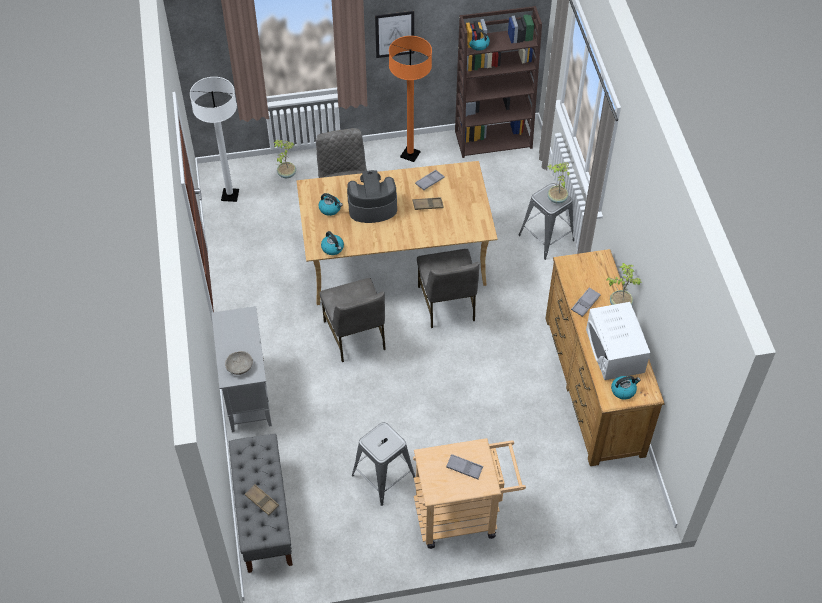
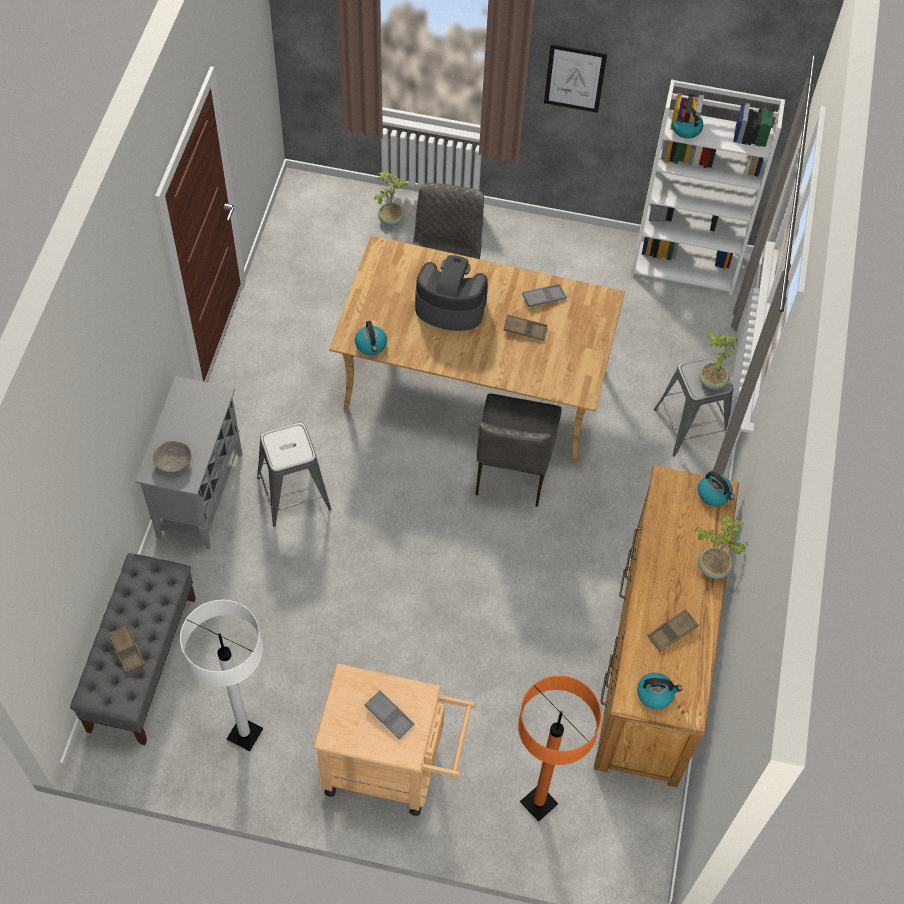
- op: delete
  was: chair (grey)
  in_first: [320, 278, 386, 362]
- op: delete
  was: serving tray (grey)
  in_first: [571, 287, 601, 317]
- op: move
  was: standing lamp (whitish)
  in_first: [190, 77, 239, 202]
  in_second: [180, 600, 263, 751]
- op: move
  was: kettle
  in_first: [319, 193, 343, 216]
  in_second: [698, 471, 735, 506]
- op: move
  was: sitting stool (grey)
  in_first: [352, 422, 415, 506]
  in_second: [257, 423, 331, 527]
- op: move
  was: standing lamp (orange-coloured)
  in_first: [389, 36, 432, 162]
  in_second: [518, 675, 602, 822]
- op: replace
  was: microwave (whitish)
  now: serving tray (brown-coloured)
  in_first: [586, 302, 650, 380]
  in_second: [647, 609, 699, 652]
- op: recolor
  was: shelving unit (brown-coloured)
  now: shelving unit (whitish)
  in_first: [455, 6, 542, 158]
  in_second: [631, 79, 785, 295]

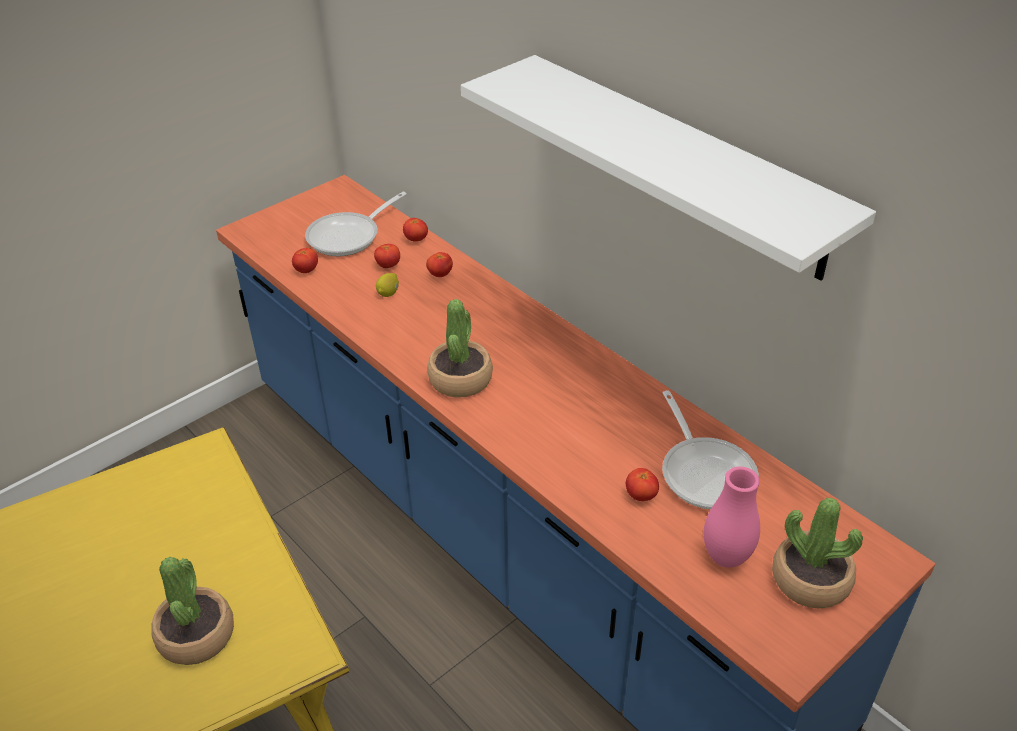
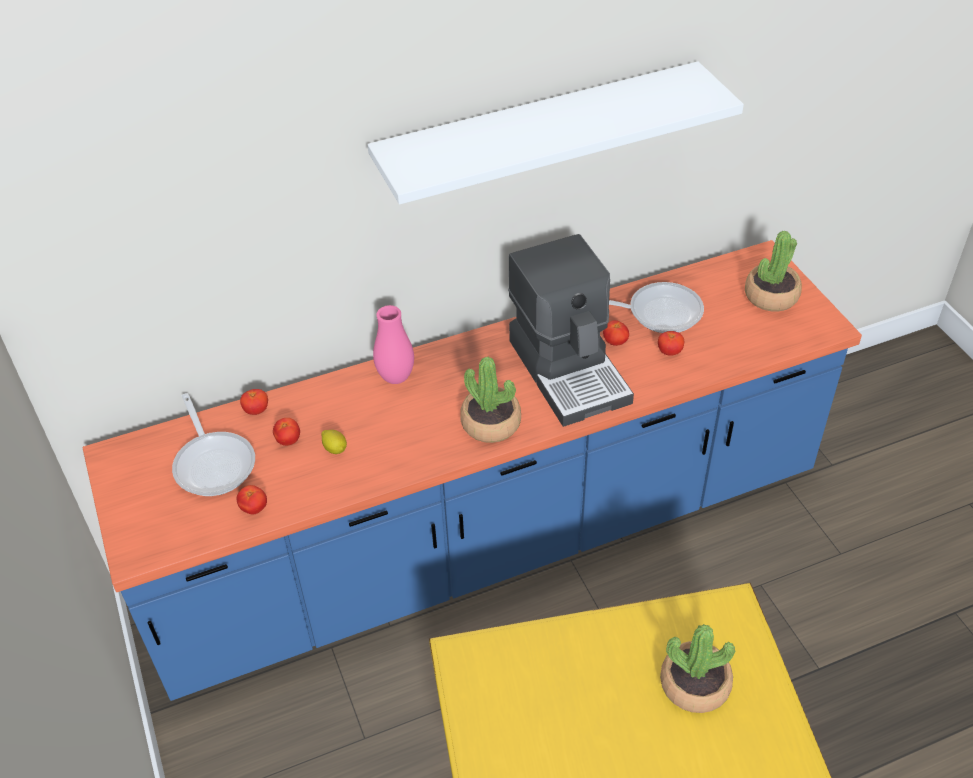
- op: insert
  now: coffee machine
  in_second: [508, 234, 634, 427]
- op: move
  was: whole tomato
  in_first: [426, 252, 453, 277]
  in_second: [603, 320, 629, 346]
- op: move
  was: flower vase (pinkish)
  in_first: [704, 466, 760, 568]
  in_second: [373, 305, 414, 384]

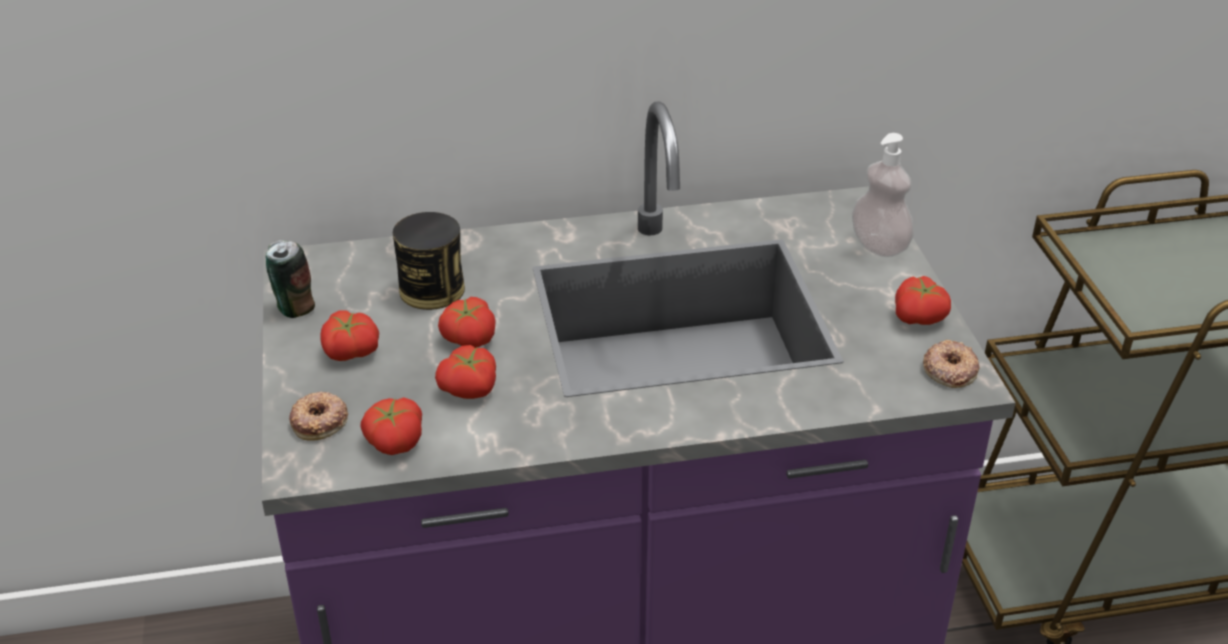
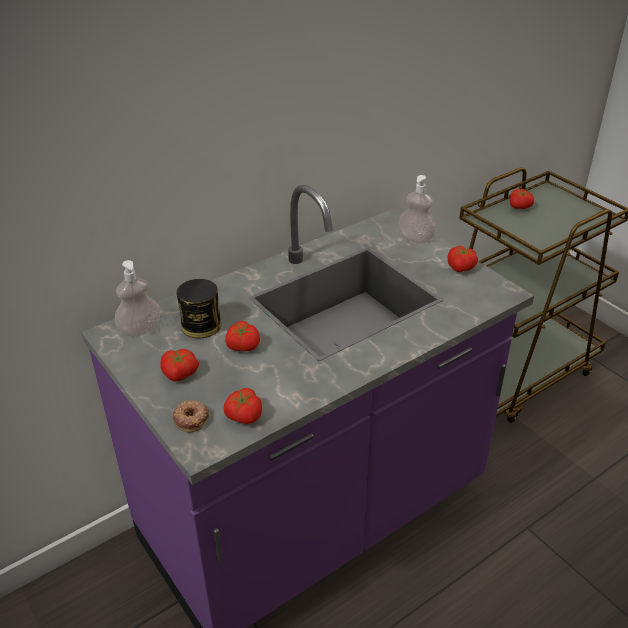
- op: delete
  was: can
  in_first: [266, 240, 315, 318]
- op: delete
  was: donut
  in_first: [923, 340, 980, 388]
- op: insert
  now: soap bottle
  in_second: [115, 260, 161, 336]
- op: move
  was: whole tomato
  in_first: [435, 345, 496, 399]
  in_second: [510, 189, 534, 209]

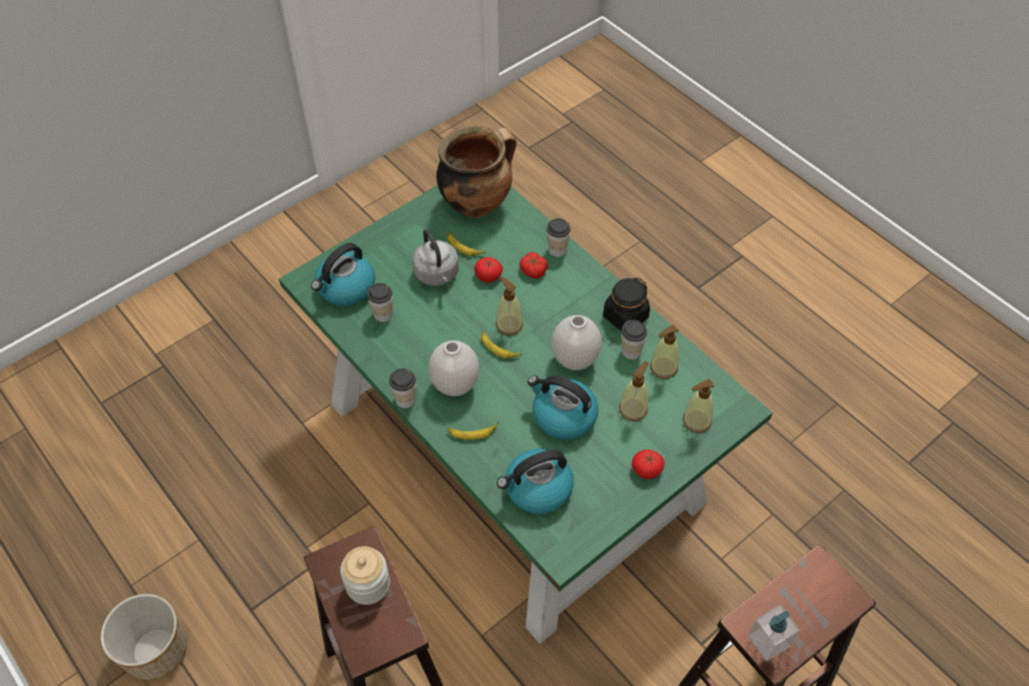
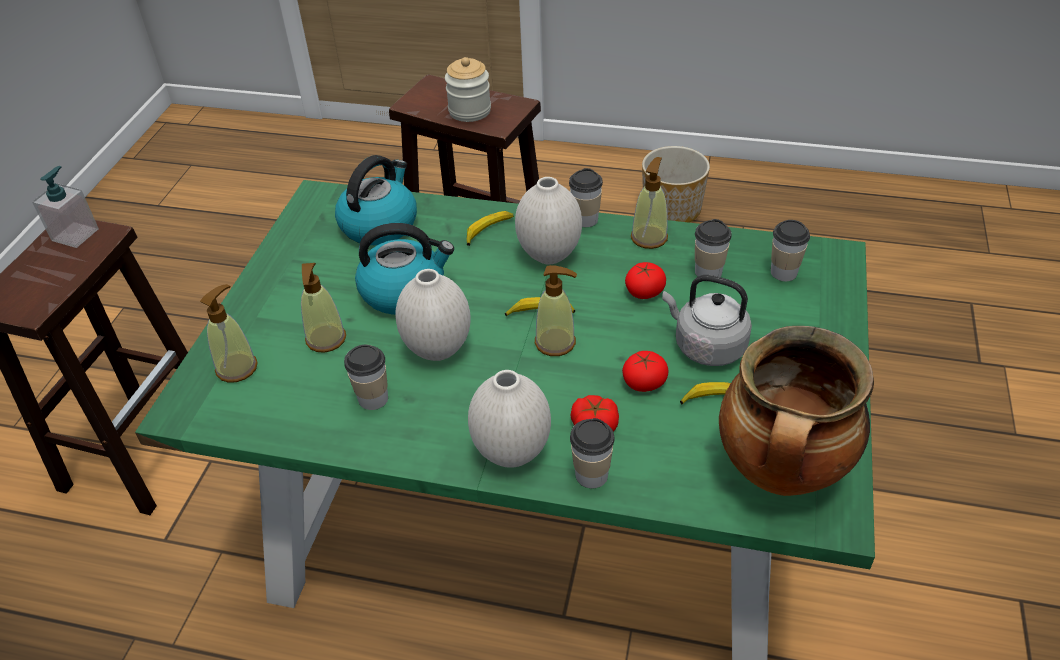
- op: delete
  was: preserve jar (blackish)
  in_first: [603, 278, 650, 330]
- op: insert
  now: flower vase (whitish)
  in_second: [468, 370, 551, 468]
- op: move
  was: whole tomato
  in_first: [632, 450, 664, 479]
  in_second: [625, 262, 666, 299]
- op: move
  was: soap bottle
  in_first: [650, 324, 679, 379]
  in_second: [631, 157, 668, 249]
- op: replace
  was: kettle
  now: small cup
  in_first: [311, 243, 375, 306]
  in_second: [771, 220, 810, 281]

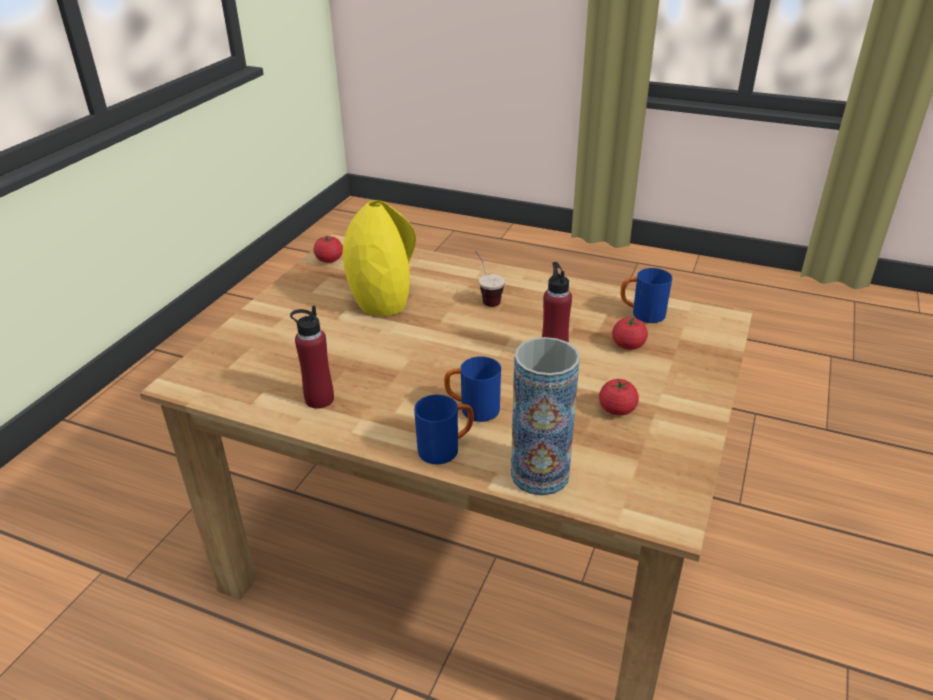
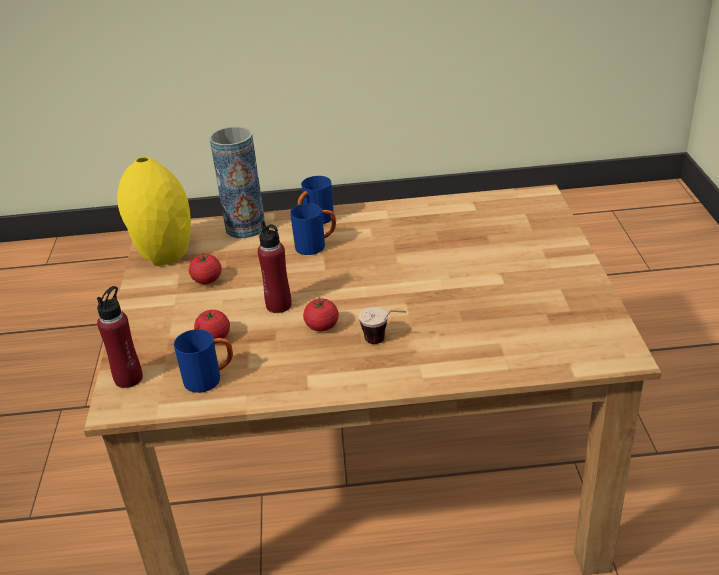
- op: move
  was: bottle (red)
  in_first: [290, 306, 334, 409]
  in_second: [97, 286, 143, 388]
- op: move
  was: whole tomato
  in_first: [313, 236, 343, 263]
  in_second: [303, 297, 339, 331]
- op: move
  was: flower vase (yellowish)
  in_first: [343, 200, 416, 316]
  in_second: [117, 157, 191, 266]

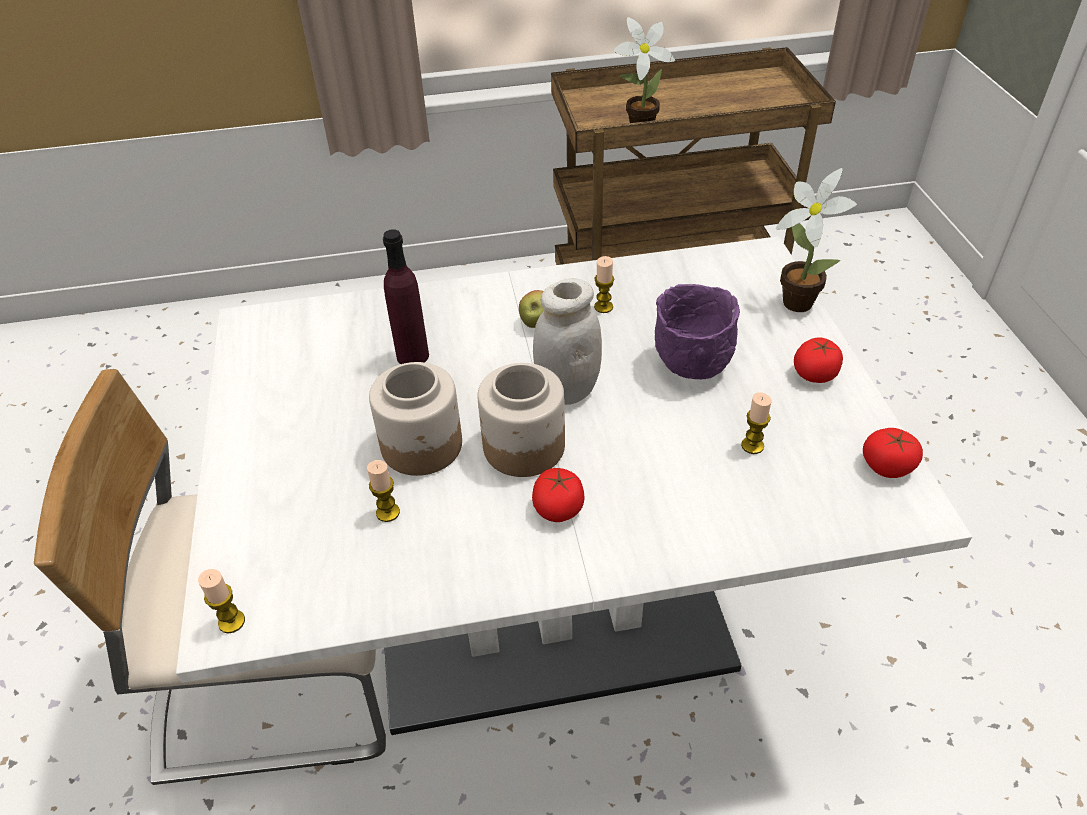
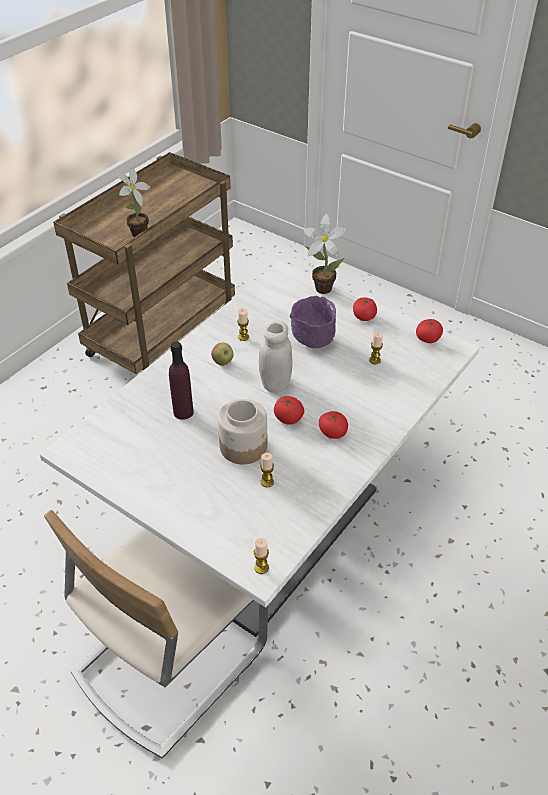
- op: replace
  was: preserve jar
  now: whole tomato
  in_first: [478, 363, 565, 477]
  in_second: [274, 396, 304, 425]

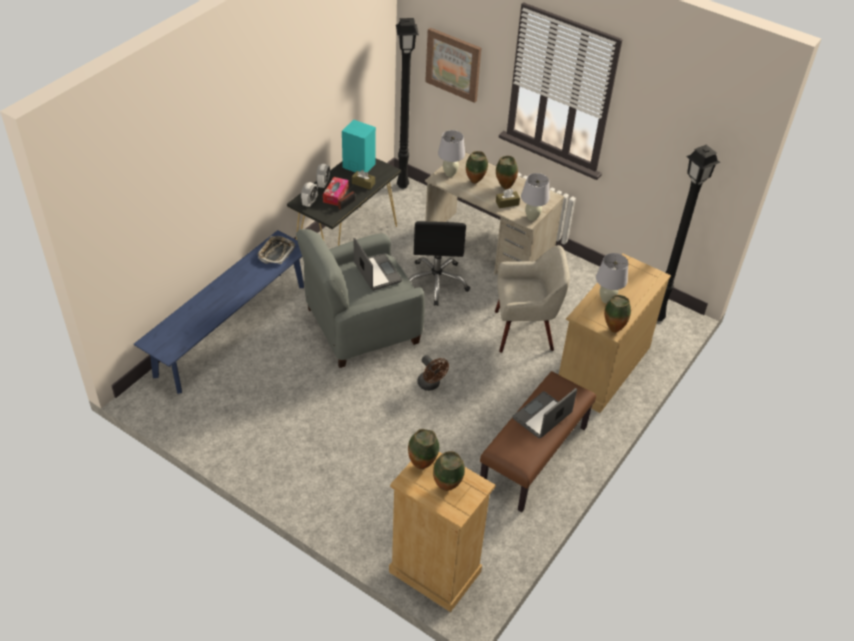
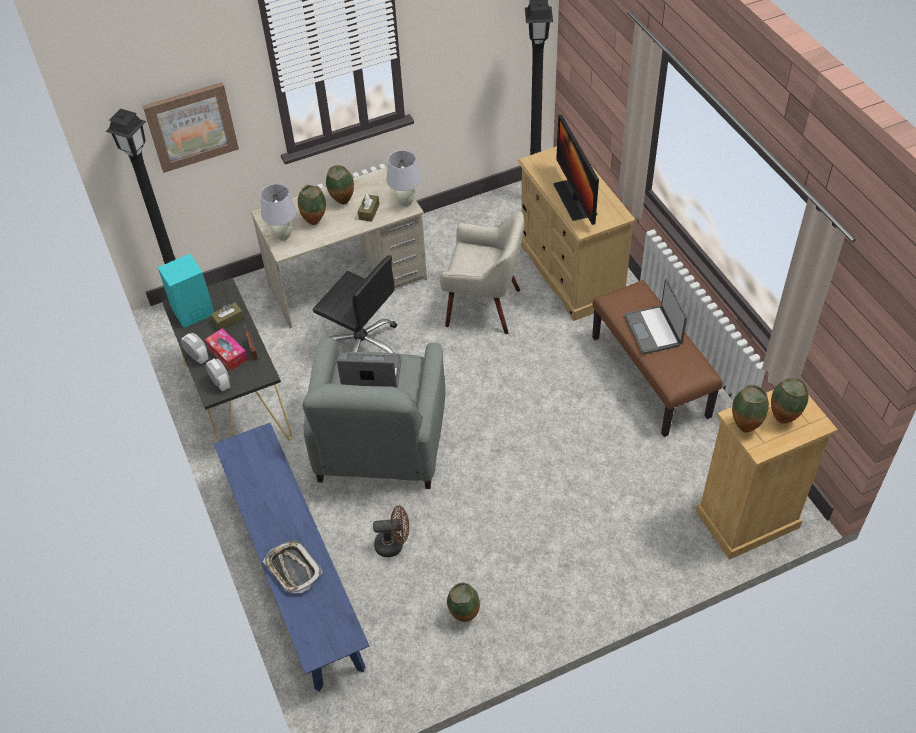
- op: move
  was: serving tray
  in_first: [258, 236, 295, 264]
  in_second: [263, 540, 323, 594]
- op: move
  was: cooling fan (brown-coloured)
  in_first: [417, 355, 449, 391]
  in_second: [373, 505, 409, 557]
- op: move
  was: flower vase
  in_first: [604, 295, 631, 333]
  in_second: [447, 582, 480, 622]
- op: replace
  was: lamp for a table (whitish)
  now: computer display
  in_first: [596, 253, 628, 304]
  in_second: [553, 114, 599, 225]
- op: rotate
  was: easy chair (sand-coloured)
  in_first: [495, 245, 570, 353]
  in_second: [440, 212, 524, 334]
  clockwise: 75

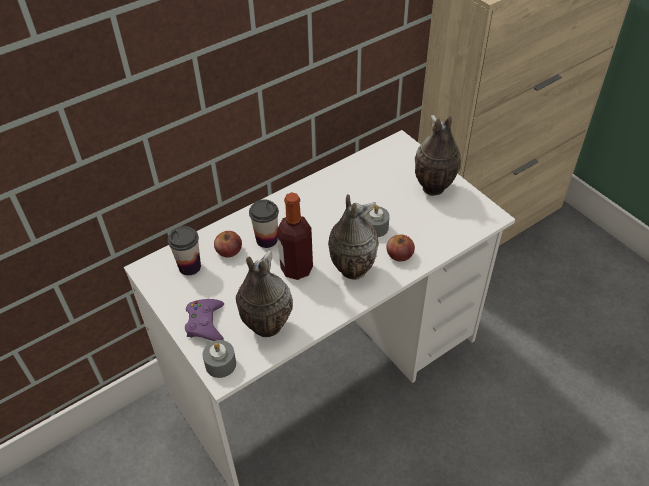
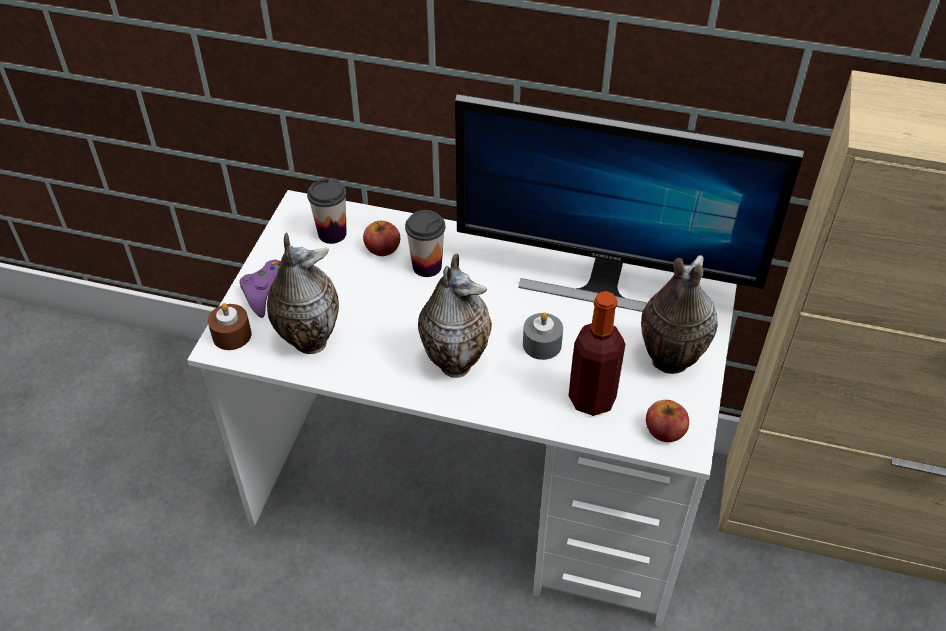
- op: insert
  now: computer display
  in_second: [455, 94, 804, 312]
- op: move
  was: bottle
  in_first: [277, 192, 313, 280]
  in_second: [569, 291, 625, 416]
- op: move
  was: whole apple
  in_first: [386, 234, 415, 262]
  in_second: [646, 400, 689, 442]
- op: recolor
  was: wax candle (grey)
  now: wax candle (brown-coloured)
  in_first: [203, 340, 236, 378]
  in_second: [208, 303, 252, 350]

